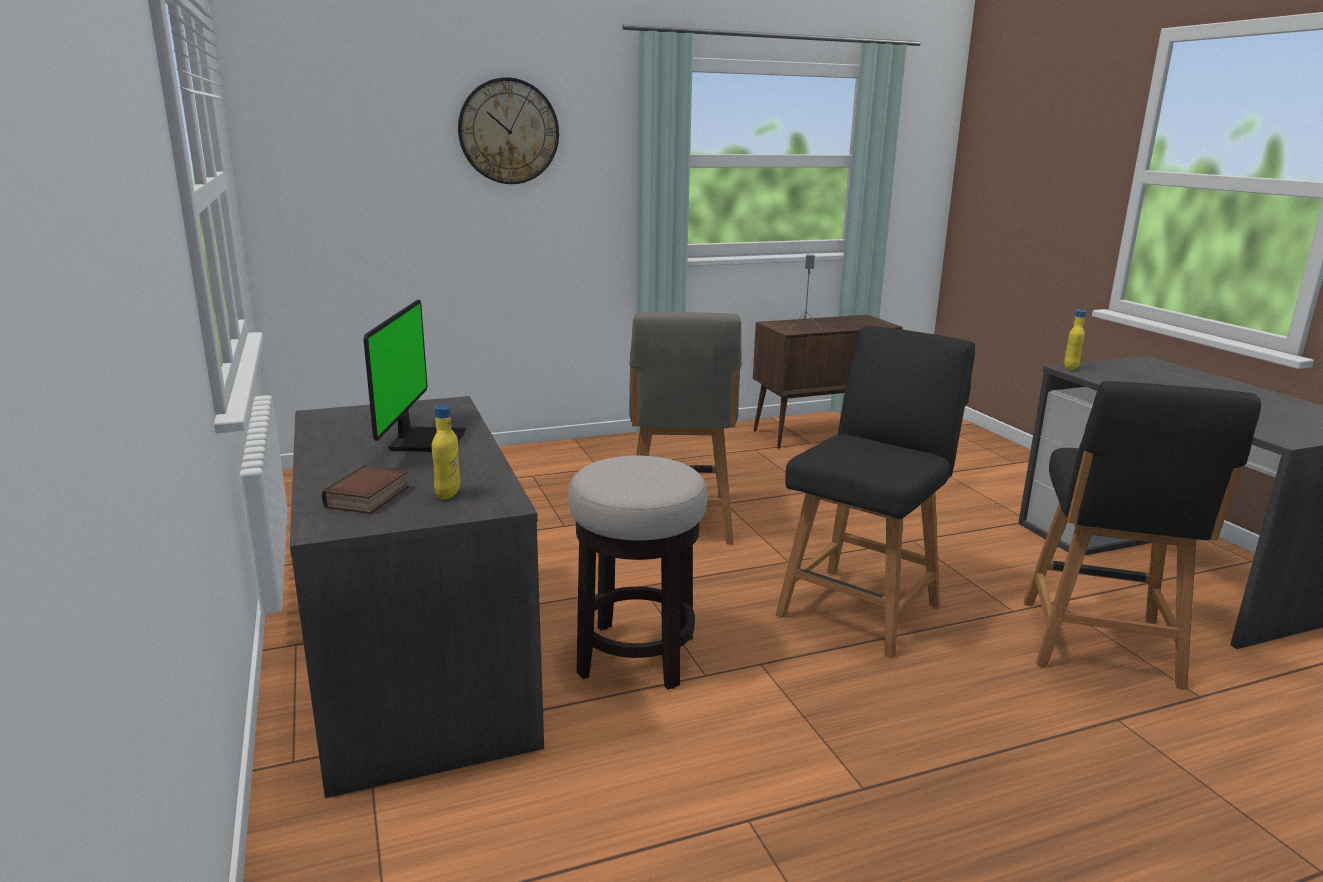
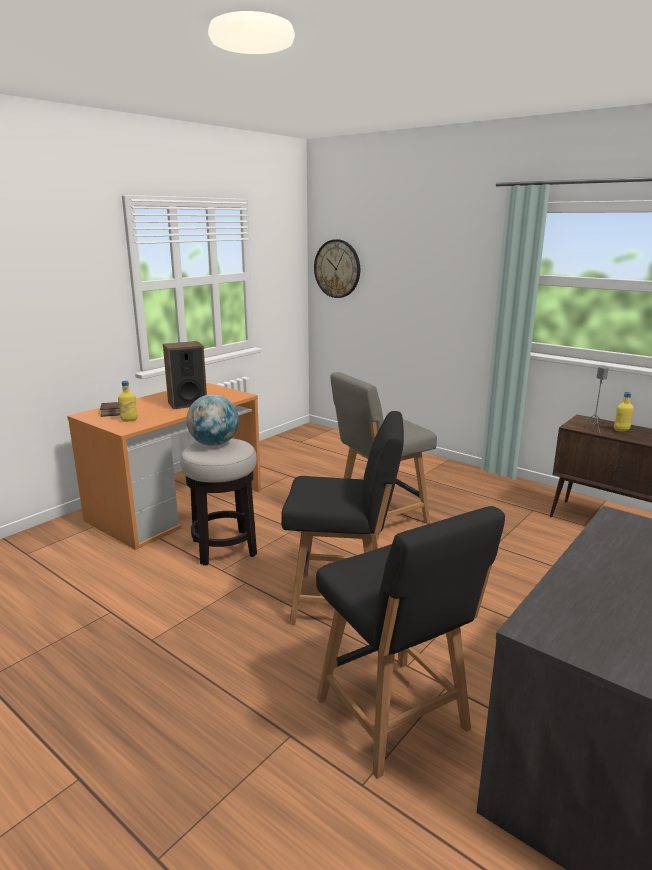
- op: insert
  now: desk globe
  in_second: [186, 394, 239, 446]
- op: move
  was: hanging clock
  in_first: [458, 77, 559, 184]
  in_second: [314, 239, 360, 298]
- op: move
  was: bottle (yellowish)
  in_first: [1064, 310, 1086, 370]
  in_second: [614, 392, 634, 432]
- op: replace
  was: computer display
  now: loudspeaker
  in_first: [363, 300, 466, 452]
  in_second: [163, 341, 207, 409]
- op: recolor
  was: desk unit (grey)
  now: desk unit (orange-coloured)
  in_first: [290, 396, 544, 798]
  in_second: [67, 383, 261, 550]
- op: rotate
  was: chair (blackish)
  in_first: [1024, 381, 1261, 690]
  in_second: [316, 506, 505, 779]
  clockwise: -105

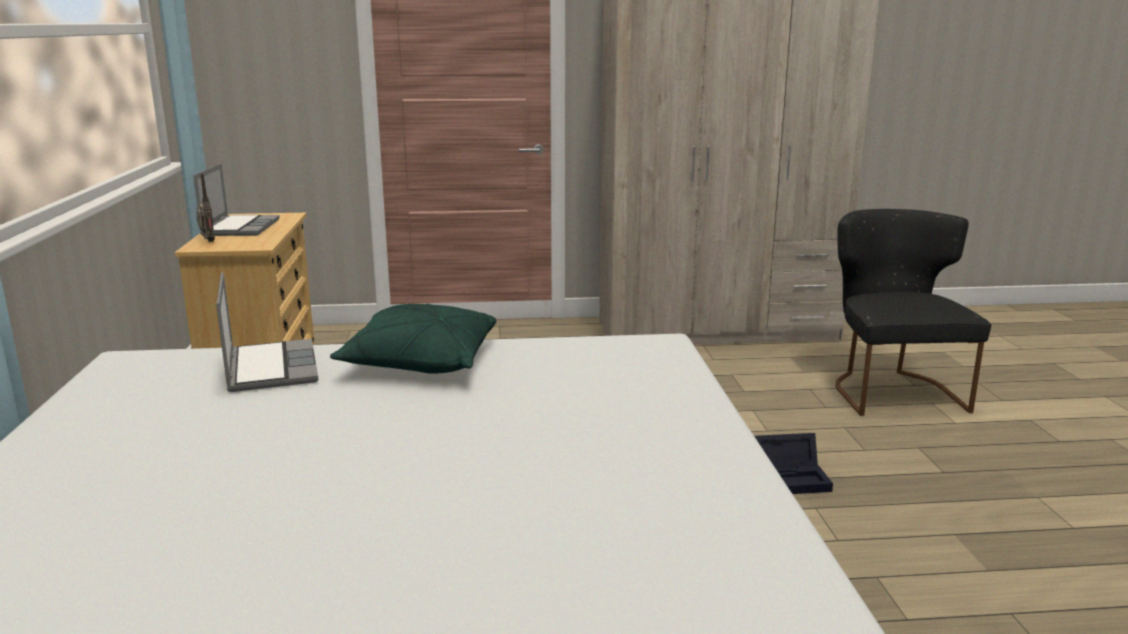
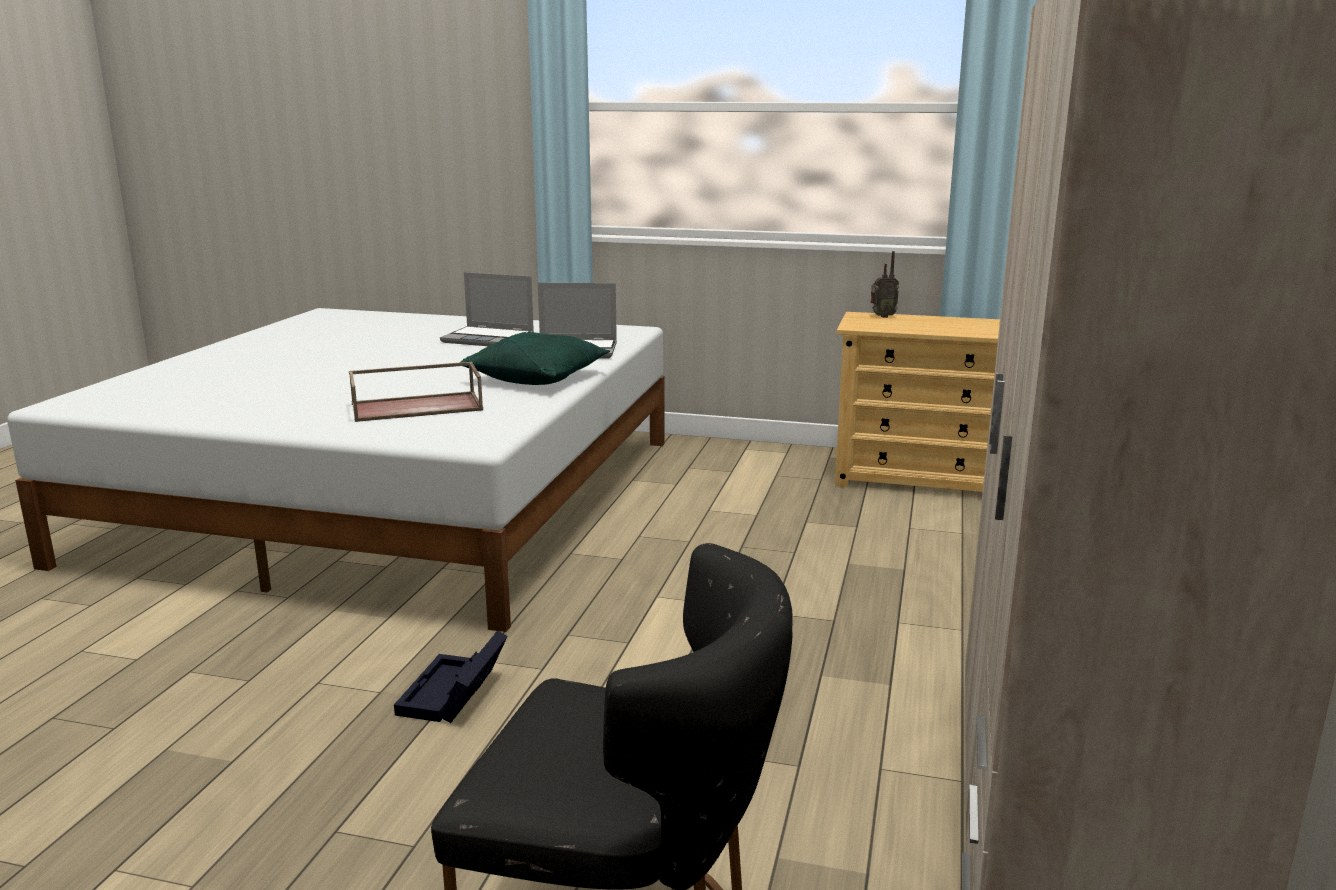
- op: insert
  now: serving tray (brown-coloured)
  in_second: [349, 362, 483, 422]
- op: move
  was: notebook computer
  in_first: [193, 163, 280, 236]
  in_second: [440, 272, 534, 346]

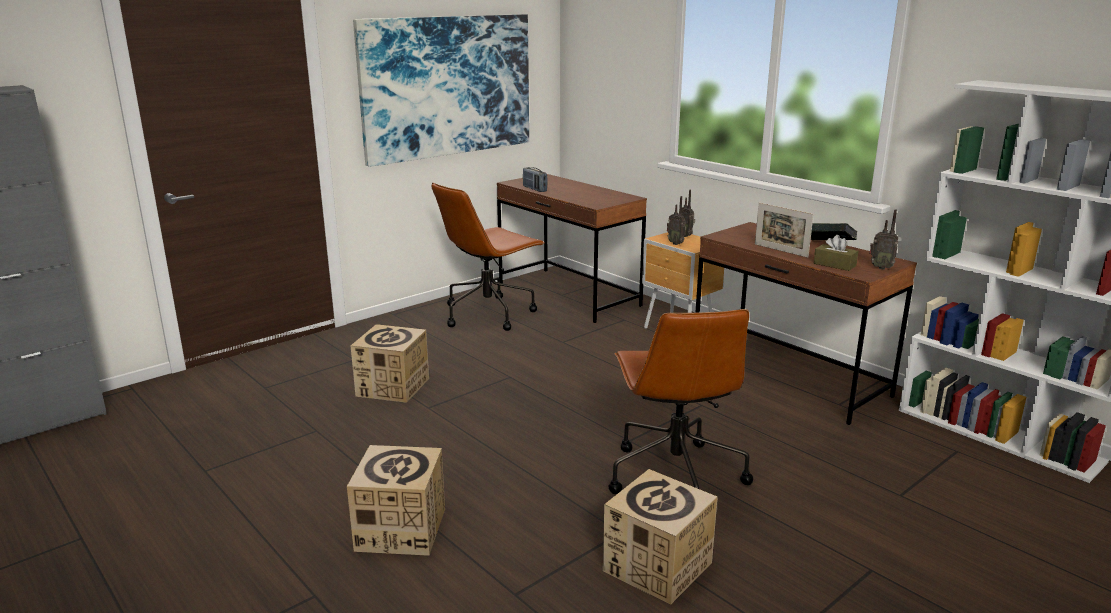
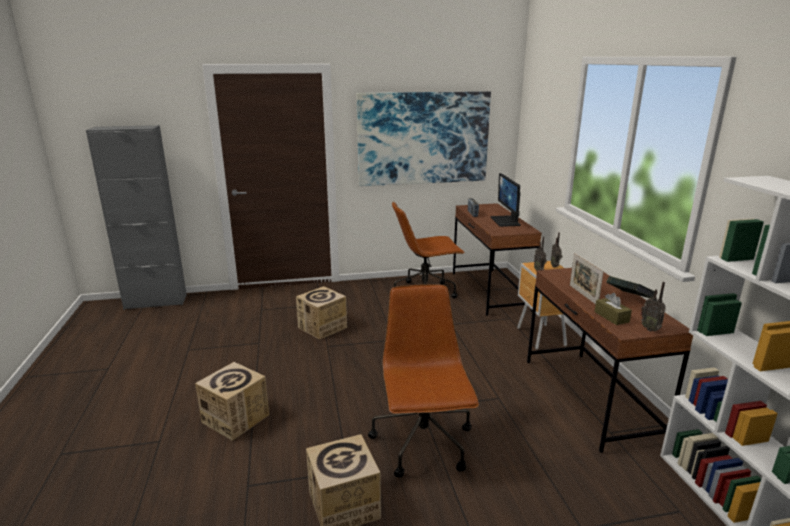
- op: insert
  now: computer display
  in_second: [490, 173, 521, 227]
- op: rotate
  was: office chair (brown-coloured)
  in_first: [608, 309, 753, 494]
  in_second: [368, 284, 479, 478]
  clockwise: 150

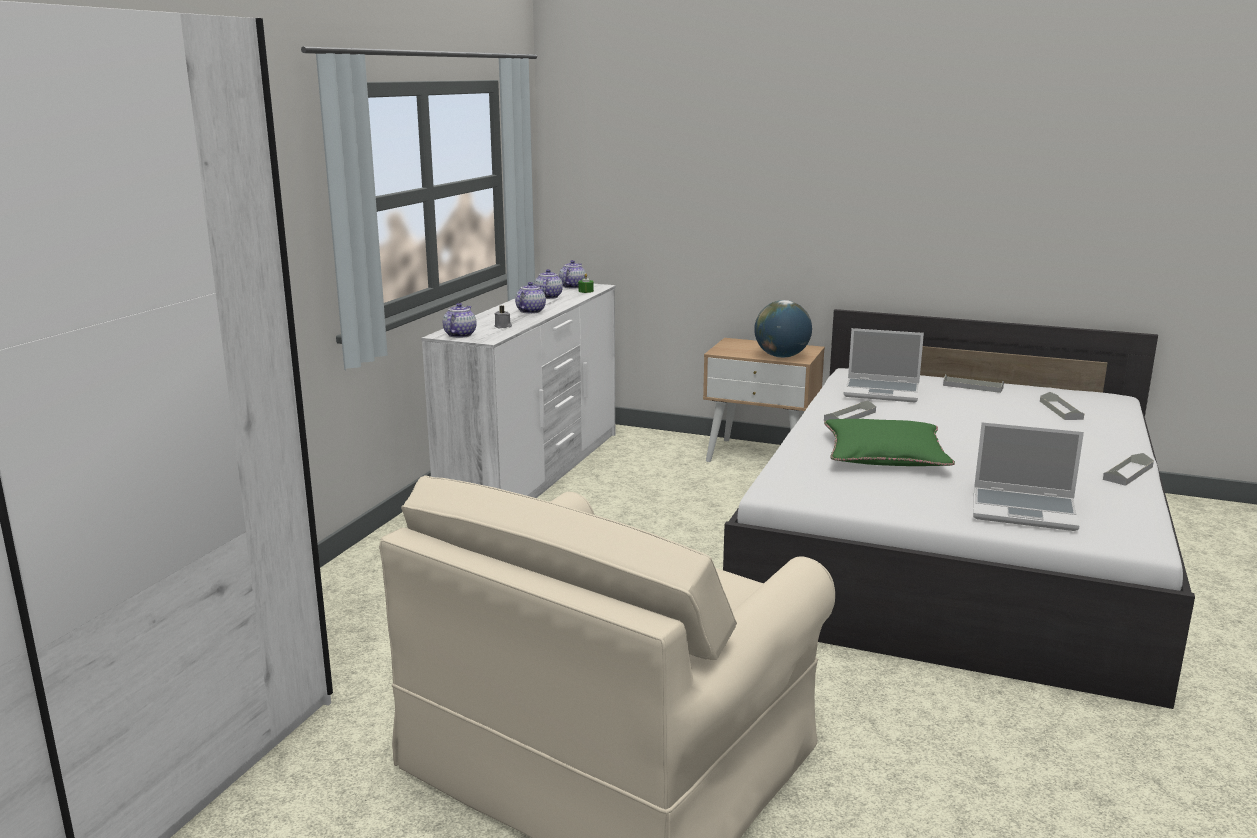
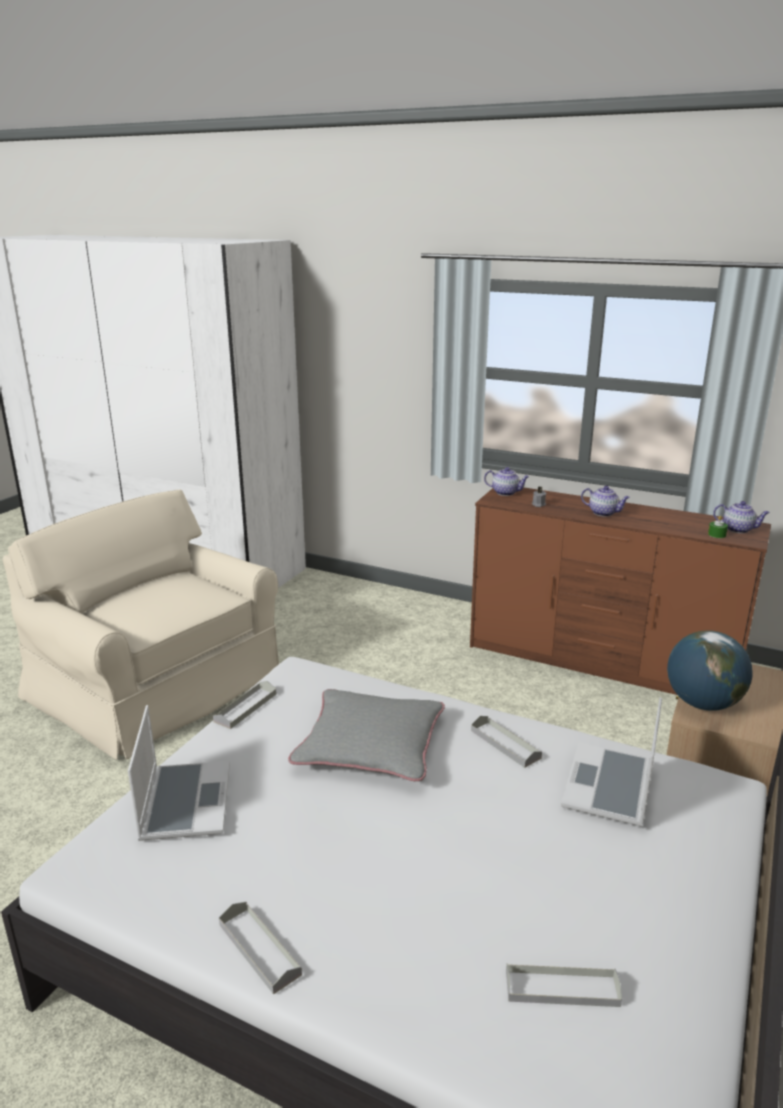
- op: delete
  was: teapot
  in_first: [534, 269, 563, 299]
- op: move
  was: serving tray (grey)
  in_first: [943, 374, 1004, 393]
  in_second: [213, 681, 276, 729]
- op: recolor
  was: drawer chest (whitish)
  now: drawer chest (brown-coloured)
  in_first: [422, 284, 616, 498]
  in_second: [470, 488, 771, 695]
- op: recolor
  was: cushion (green-coloured)
  now: cushion (grey)
  in_first: [824, 419, 955, 466]
  in_second: [288, 689, 445, 781]
- op: rotate
  was: notebook computer
  in_first: [973, 422, 1084, 531]
  in_second: [128, 705, 230, 841]
  clockwise: 150

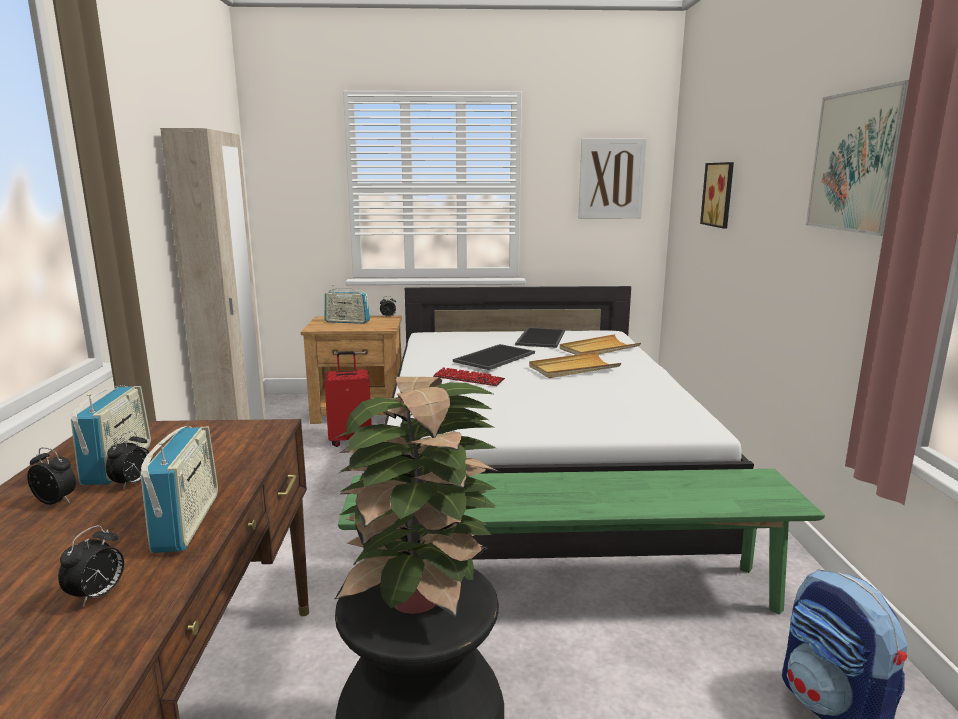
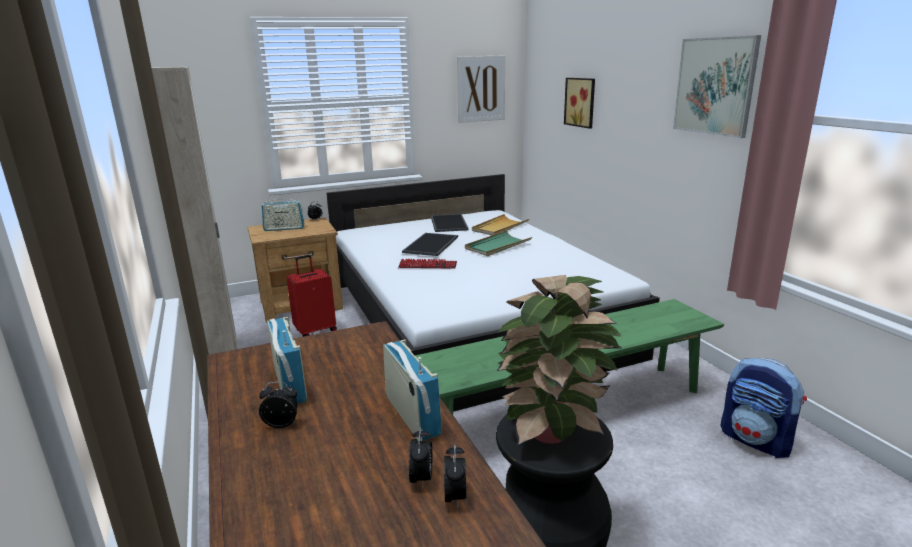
- op: move
  was: bedside clock
  in_first: [106, 431, 152, 490]
  in_second: [444, 444, 466, 508]
- op: recolor
  was: serving tray (sand-coloured)
  now: serving tray (green-coloured)
  in_first: [529, 352, 621, 378]
  in_second: [465, 230, 532, 256]

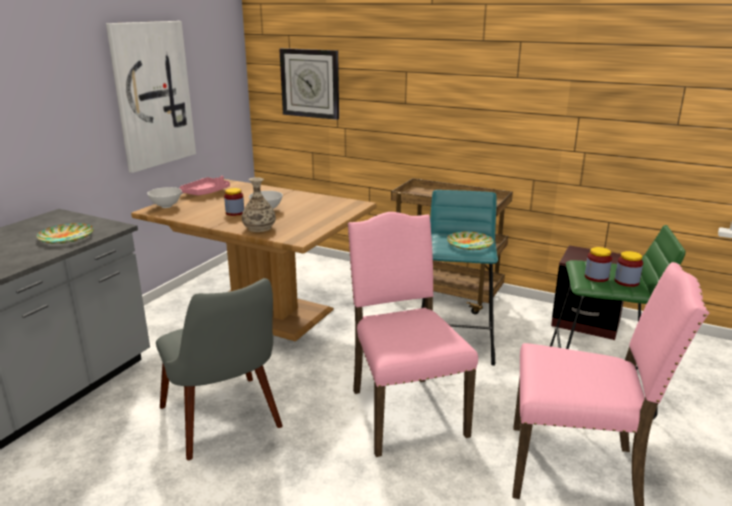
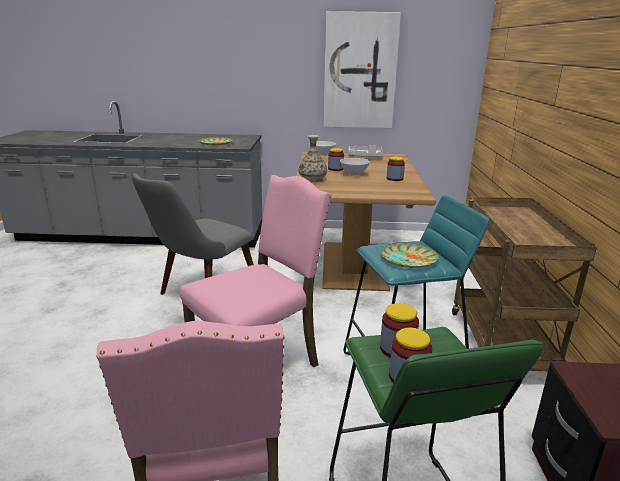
- op: delete
  was: hanging clock
  in_first: [279, 48, 339, 120]
- op: insert
  now: preserve jar
  in_second: [387, 156, 405, 181]
- op: recolor
  was: serving tray (pinkish)
  now: serving tray (grey)
  in_first: [179, 176, 230, 195]
  in_second: [349, 145, 383, 157]

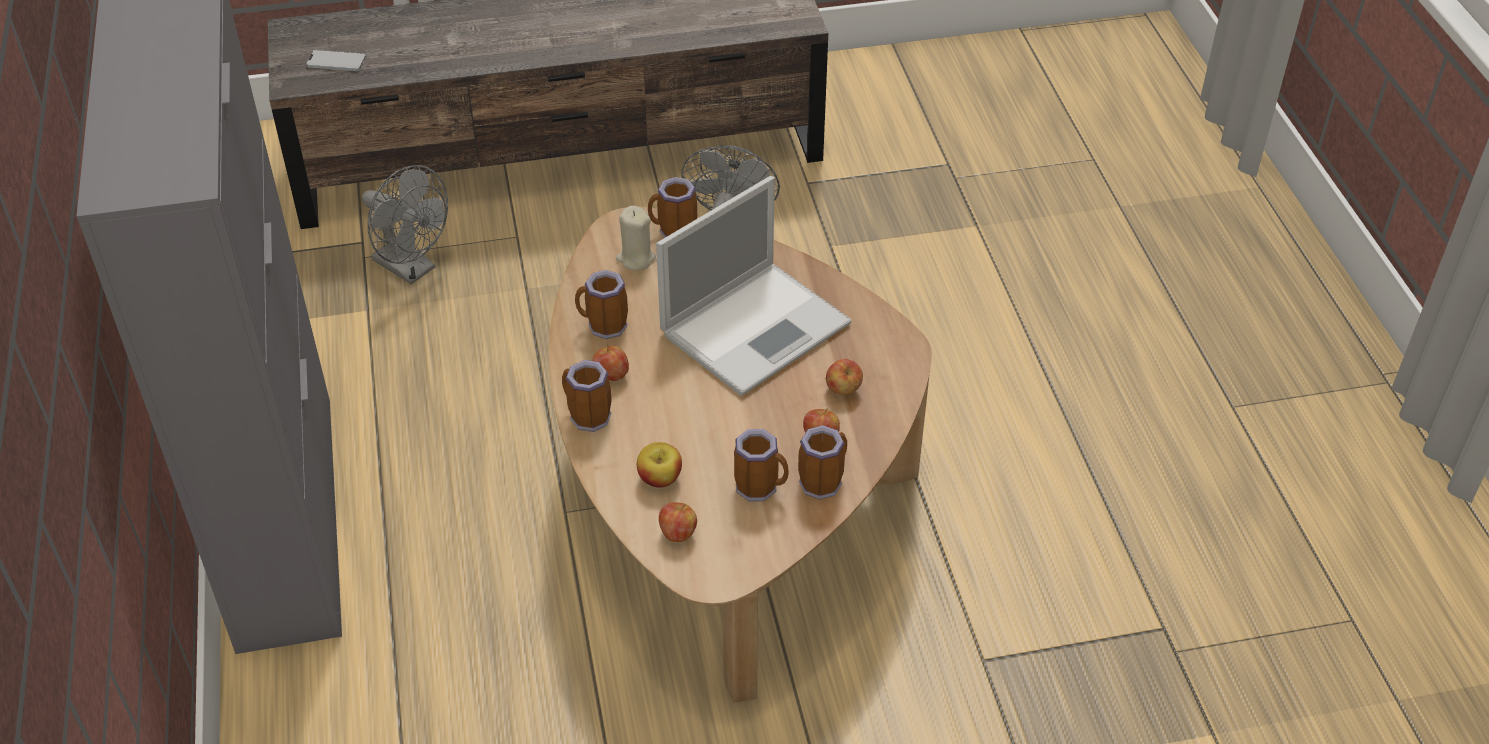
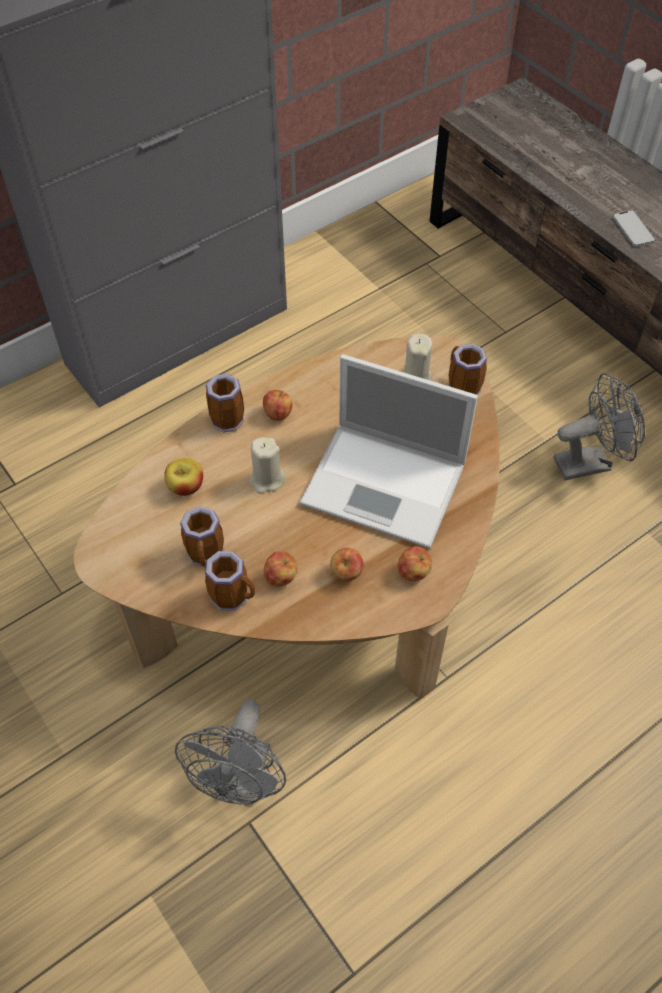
- op: delete
  was: coffee mug
  in_first: [575, 270, 628, 339]
- op: insert
  now: wax candle (sand-coloured)
  in_second: [249, 437, 286, 494]
- op: move
  was: phone
  in_first: [306, 50, 366, 71]
  in_second: [613, 210, 656, 247]
- op: move
  was: cooling fan (grey)
  in_first: [362, 165, 448, 284]
  in_second: [175, 699, 286, 805]
- op: move
  was: whole apple
  in_first: [659, 502, 697, 542]
  in_second: [397, 546, 432, 581]

